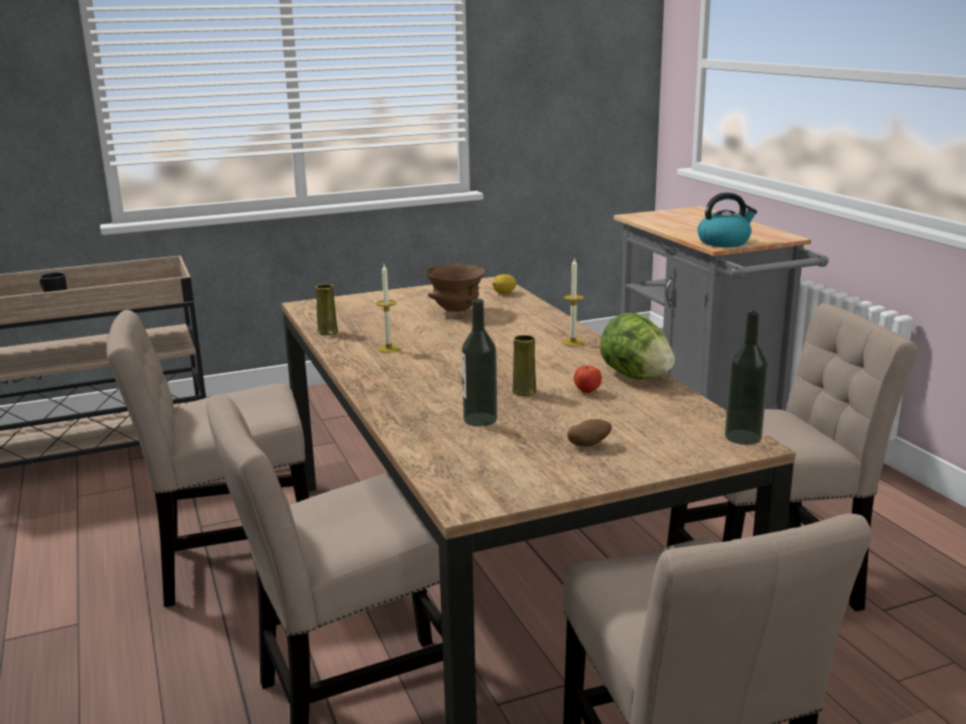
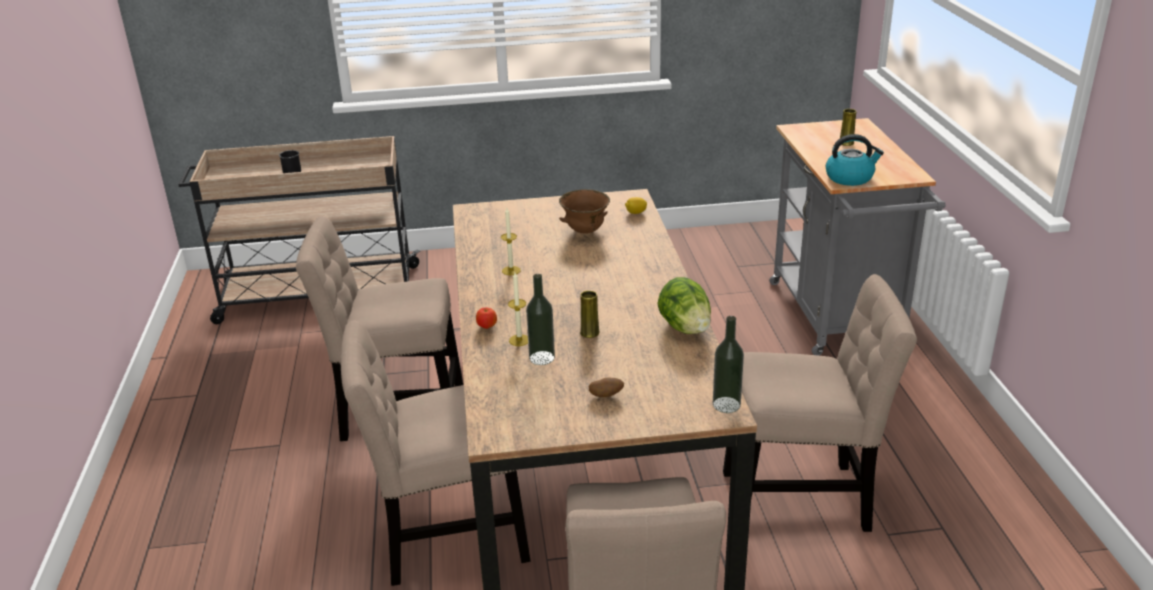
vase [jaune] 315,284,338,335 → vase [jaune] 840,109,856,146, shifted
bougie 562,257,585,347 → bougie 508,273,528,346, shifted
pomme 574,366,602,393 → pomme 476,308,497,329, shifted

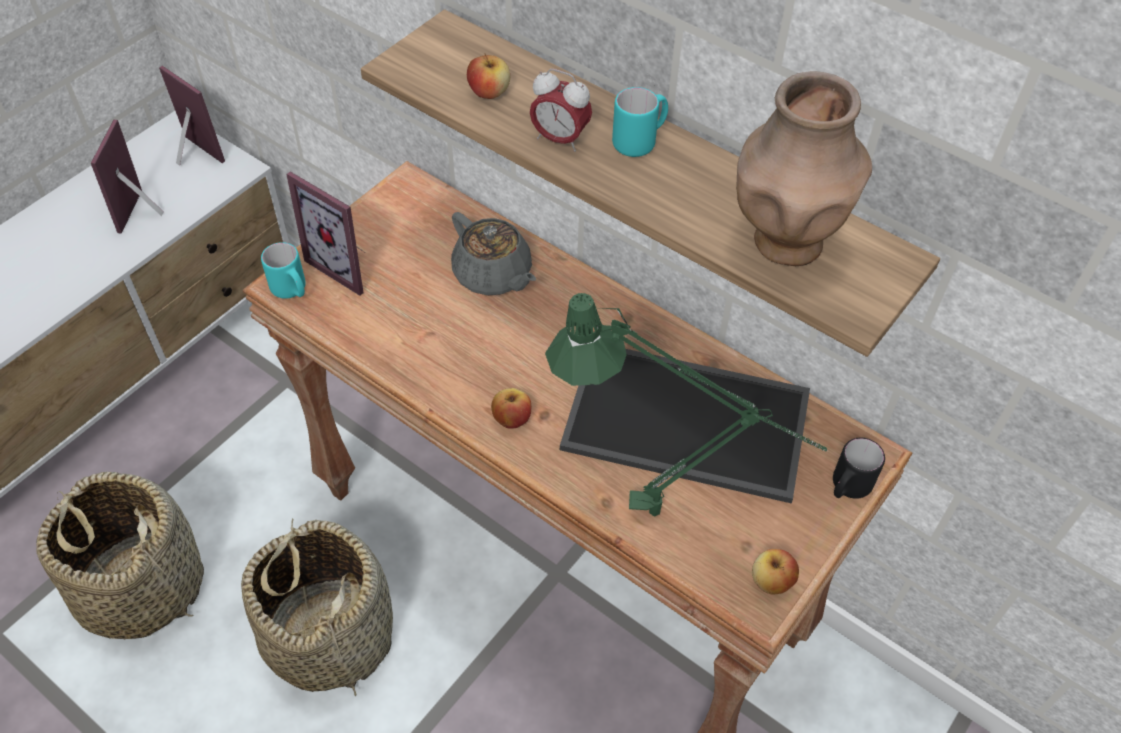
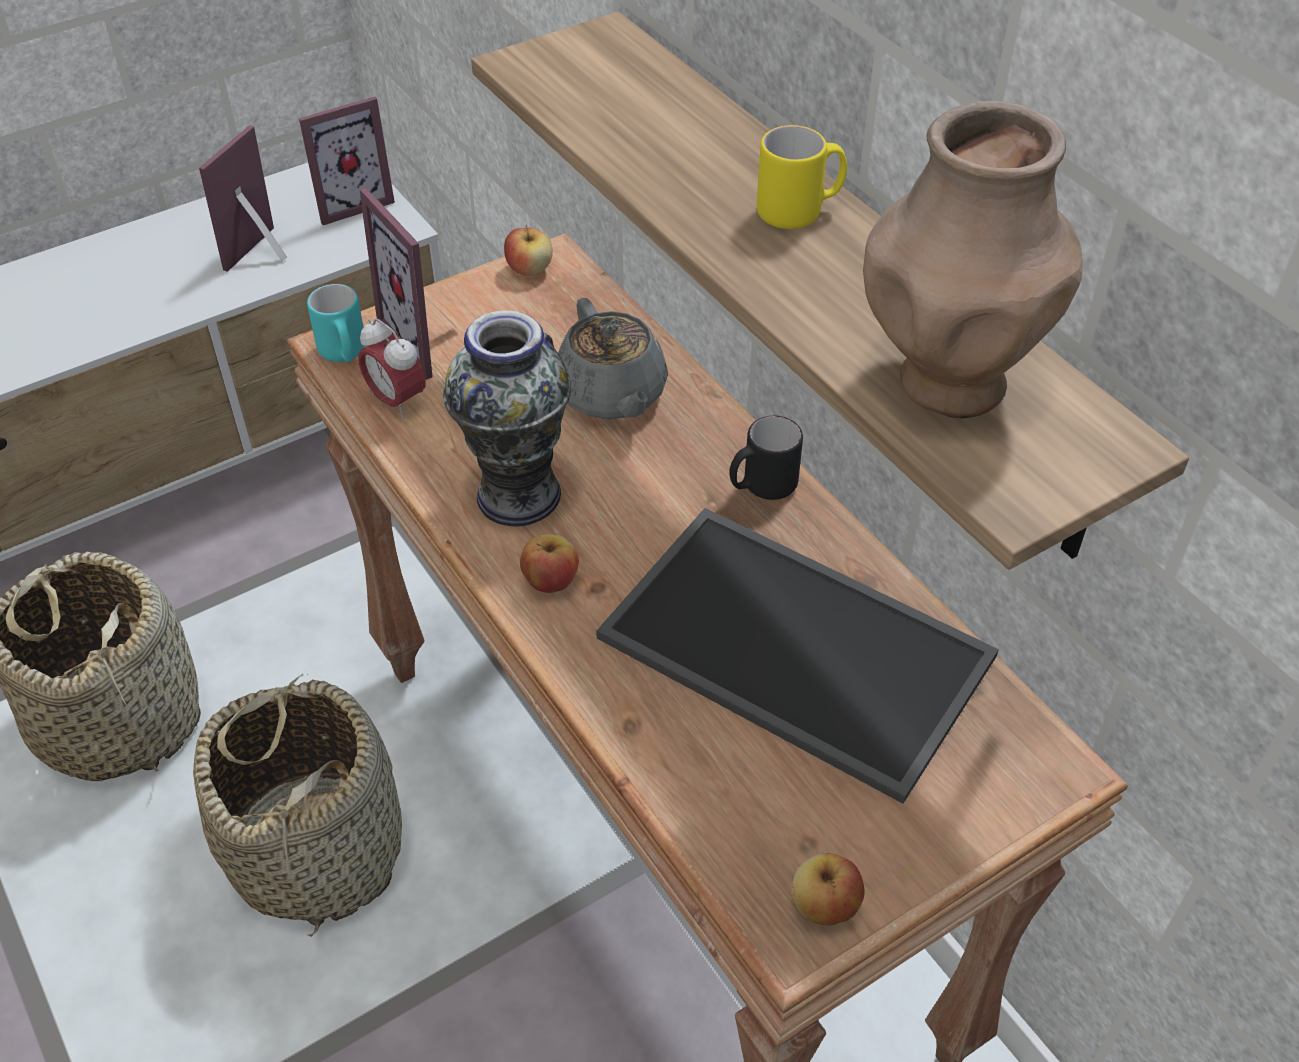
cadre photo 159,66,225,166 → cadre photo 299,97,395,225, 90 degrees clockwise
pomme 467,53,510,99 → pomme 504,225,553,276, shifted
réveil 530,69,592,152 → réveil 358,318,426,419, shifted
lampe de table [vert] 545,293,828,517 → -
mug [turquoise] 612,87,668,157 → mug [jaune] 757,125,847,229
mug [noir] 833,438,885,499 → mug [noir] 729,416,803,500, shifted
- → vase 443,310,571,527

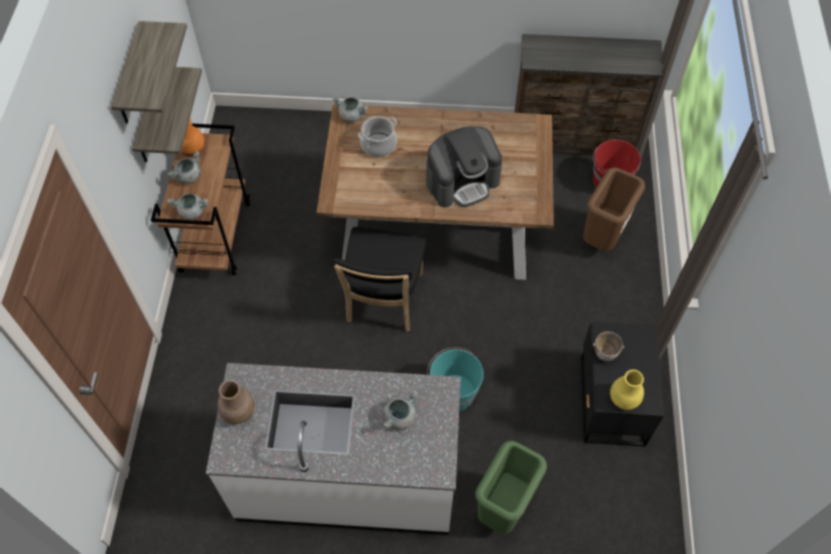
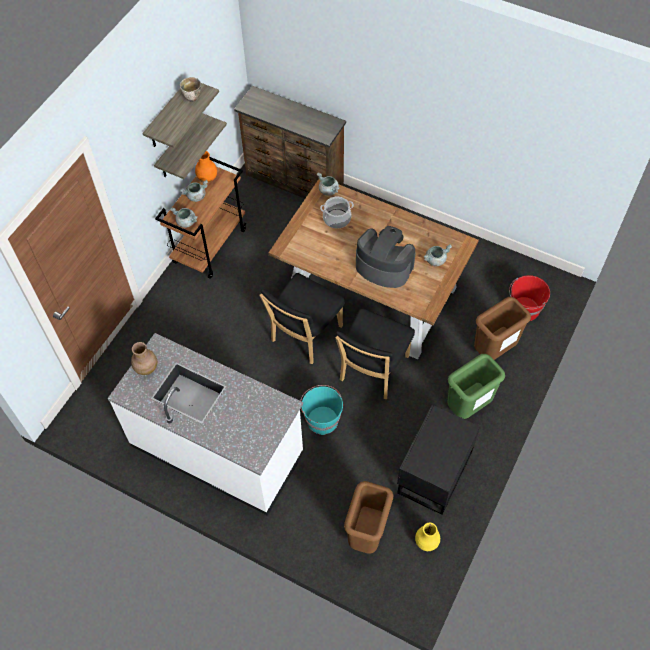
marmite [gris] 383,390,418,430 → marmite [gris] 424,244,452,266, shifted
machine à café 426,126,502,208 → machine à café 356,226,416,288, 150 degrees counterclockwise
poubelle [vert] 475,441,547,534 → poubelle [vert] 448,354,505,419, shifted
commode [marron] 514,34,664,156 → commode [marron] 234,86,346,199, shifted
bol 593,331,624,362 → bol 180,77,201,102, shifted
vase [jaune] 610,370,644,410 → vase [jaune] 415,523,440,551, shifted
- → chaise [noir] 336,309,415,399
- → poubelle [marron] 344,481,393,554

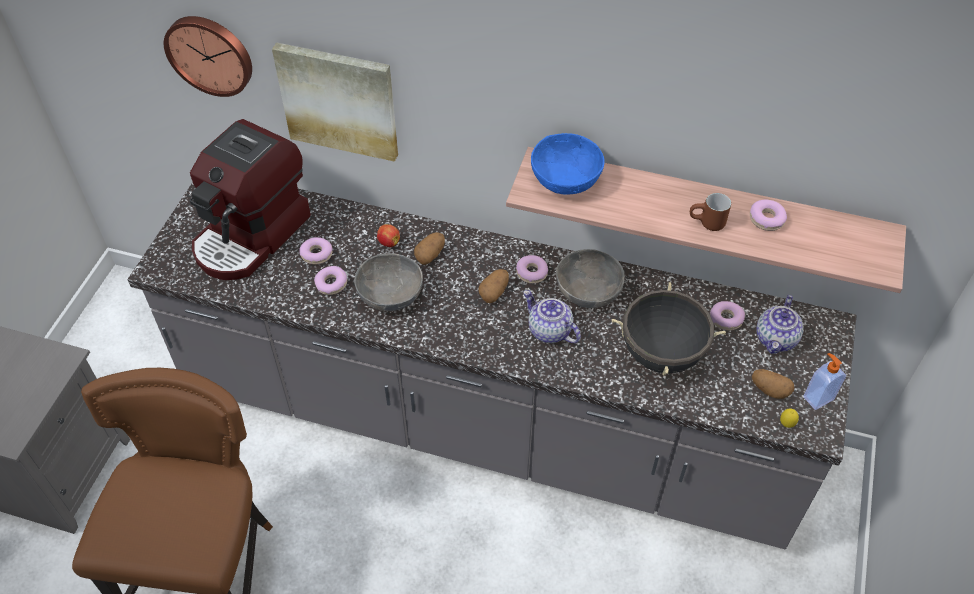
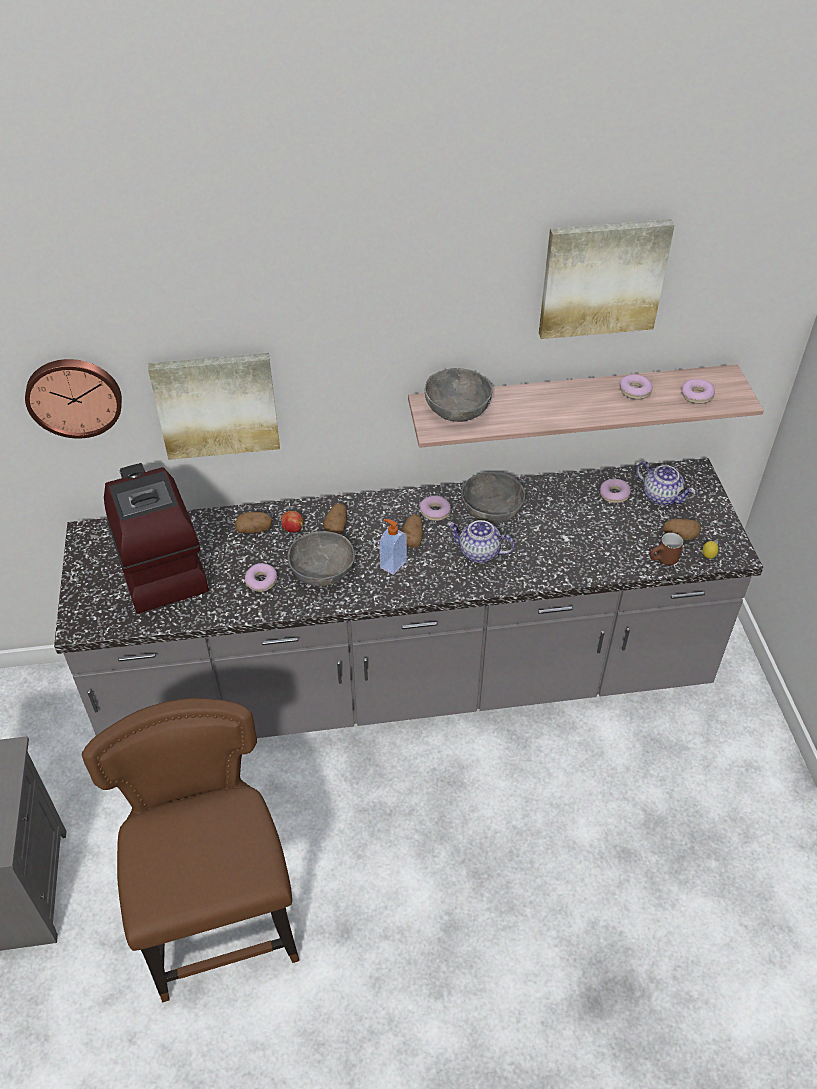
machine à café 189,119,311,280 → machine à café 104,463,209,614, 150 degrees clockwise
beignet 299,237,333,265 → beignet 682,379,715,404, shifted
bol [bleu] 531,133,604,195 → bol [gris] 425,368,493,422
marmite [noir] 612,282,726,376 → -
mug [marron] 690,193,731,231 → mug [marron] 650,533,683,565, shifted
théière 756,295,804,354 → théière 636,461,695,506, 45 degrees counterclockwise
distributeur de savon 803,353,846,410 → distributeur de savon 379,519,407,575, shifted
- → pomme de terre 235,512,273,534
- → tableau 539,219,675,339

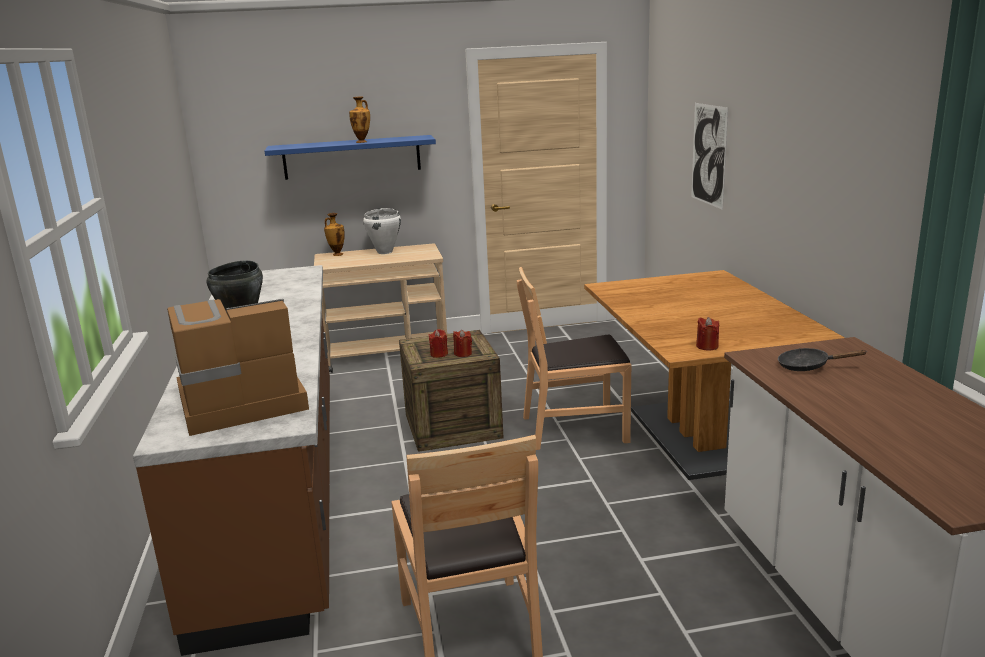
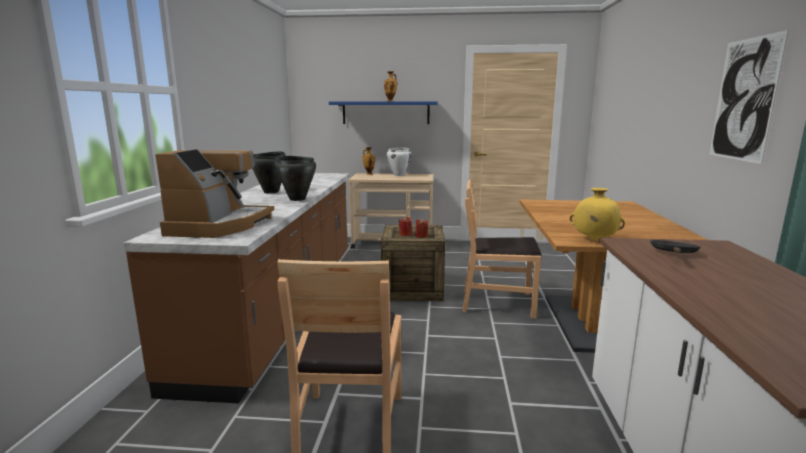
machine à café 167,299,309,436 → machine à café 155,149,274,238, 105 degrees clockwise
tableau 691,103,728,210 → tableau 709,30,788,164, shifted
bougie [rouge] 696,317,719,351 → vase [jaune] 569,188,625,240
poêle [noir] 778,348,868,371 → poêle [noir] 650,240,701,253, 90 degrees clockwise
- → marmite [noir] 275,156,316,201

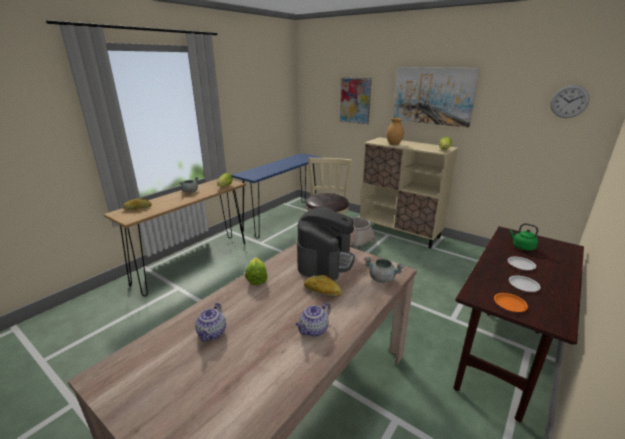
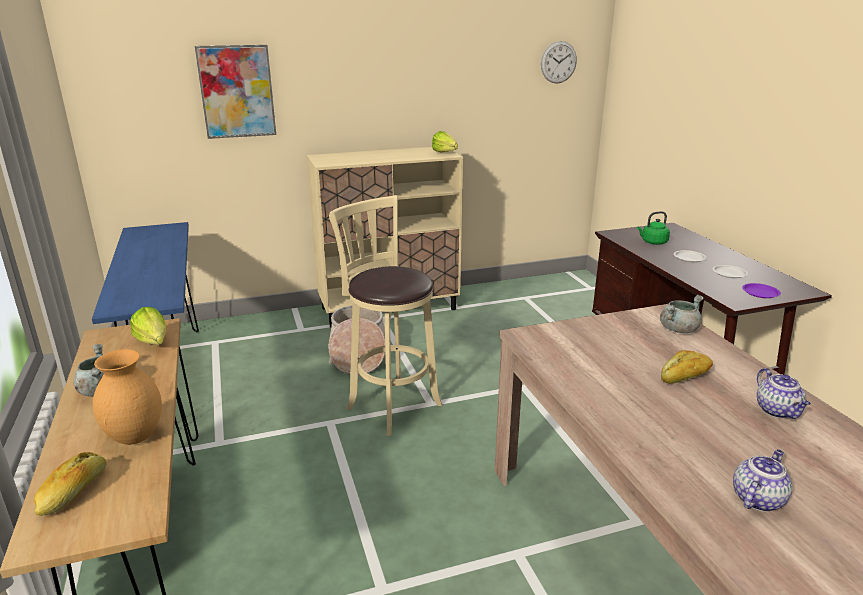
théière 195,303,226,342 → théière 733,449,793,512, 90 degrees counterclockwise
laitue 245,257,268,285 → -
machine à café 297,207,355,280 → -
vase [marron] 386,118,404,145 → vase [marron] 93,349,162,445, shifted
tableau 393,67,480,127 → -
assiette [orange] 494,293,528,312 → assiette [violet] 742,283,781,298

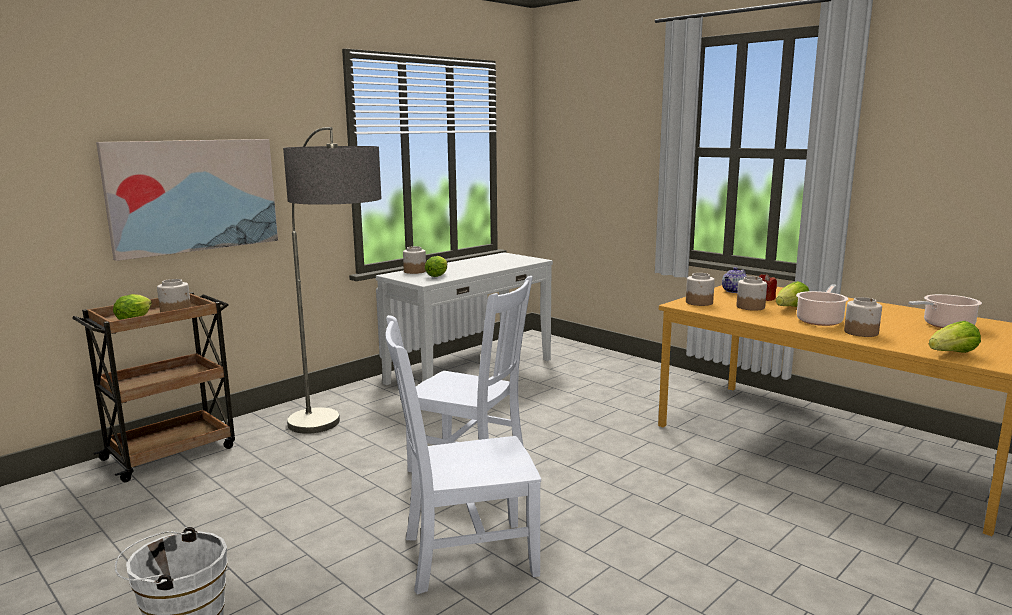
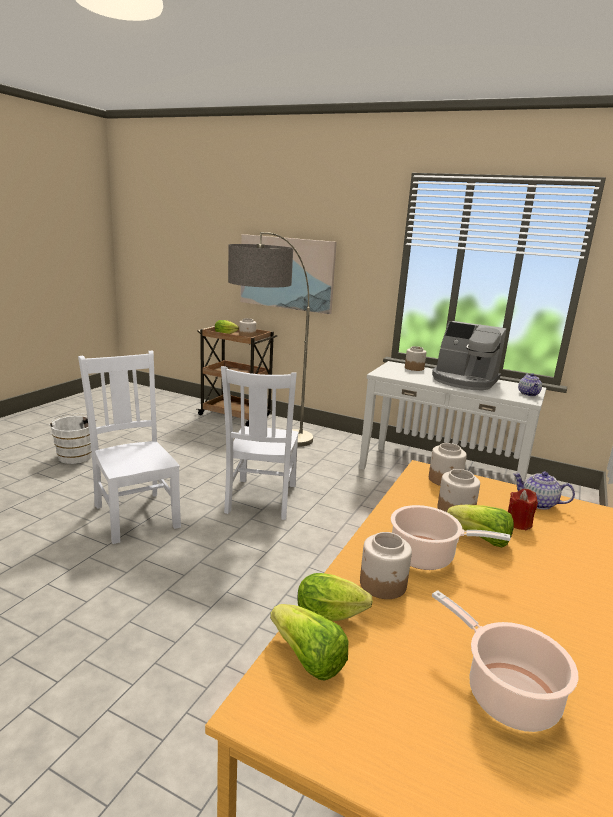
laitue 425,256,447,277 → laitue 297,573,373,621, shifted
- → machine à café 432,321,506,390
- → théière 518,373,542,396

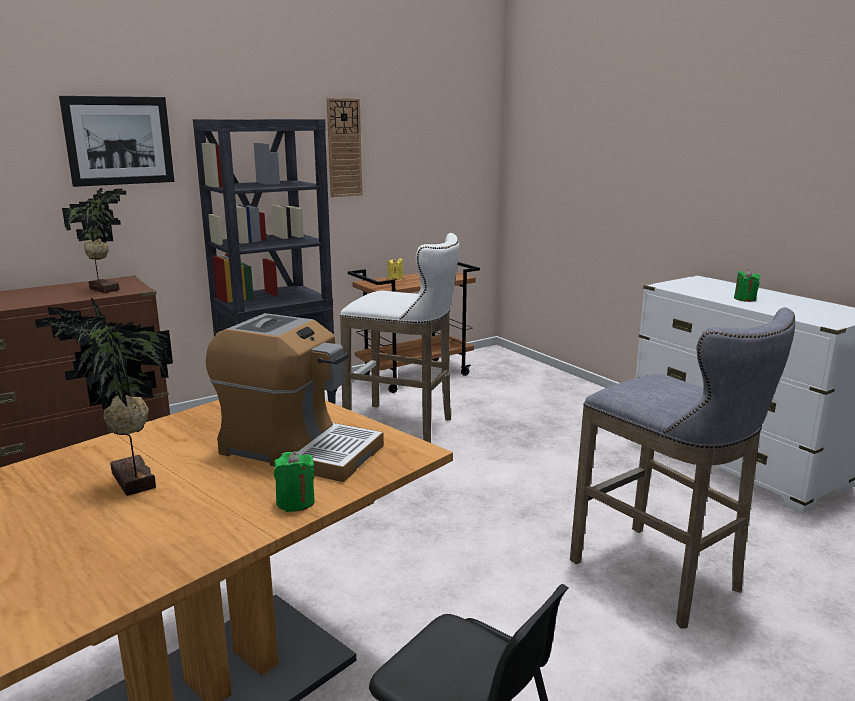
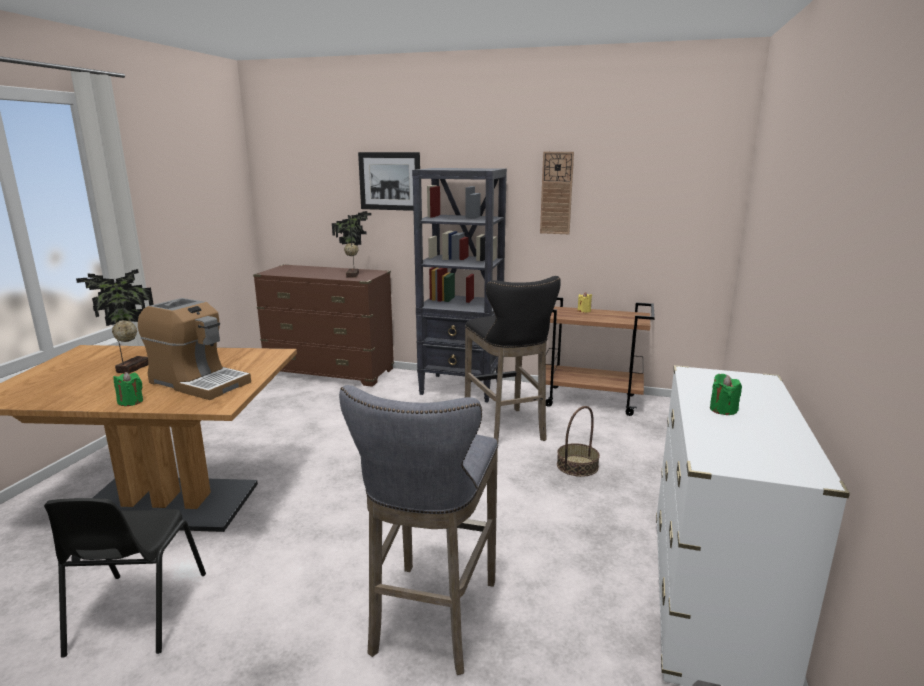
machine à café 206,313,384,482 → machine à café 138,298,251,400, 45 degrees counterclockwise
tabouret [blanc] 340,233,459,443 → tabouret [noir] 465,276,561,444
- → panier 557,406,600,477

